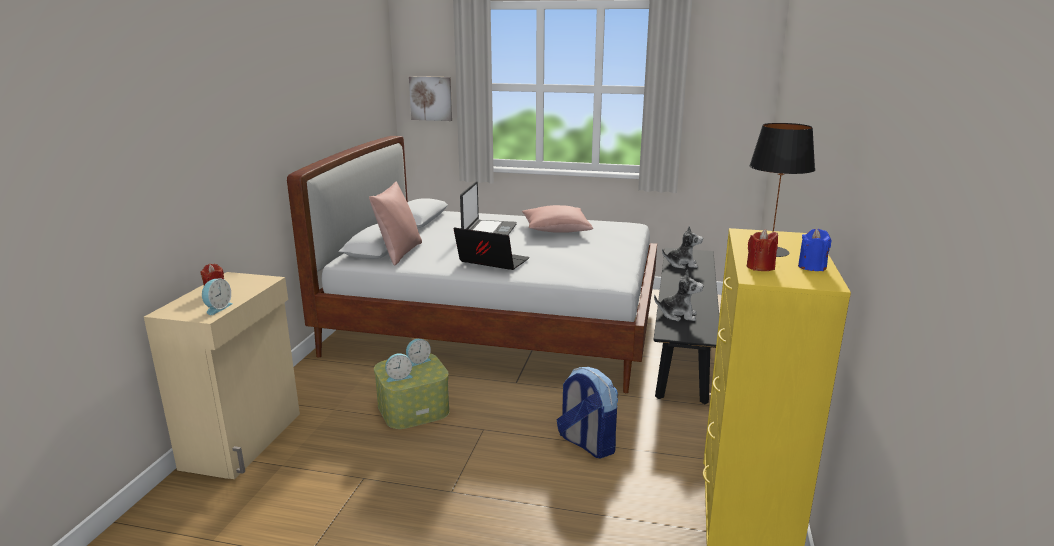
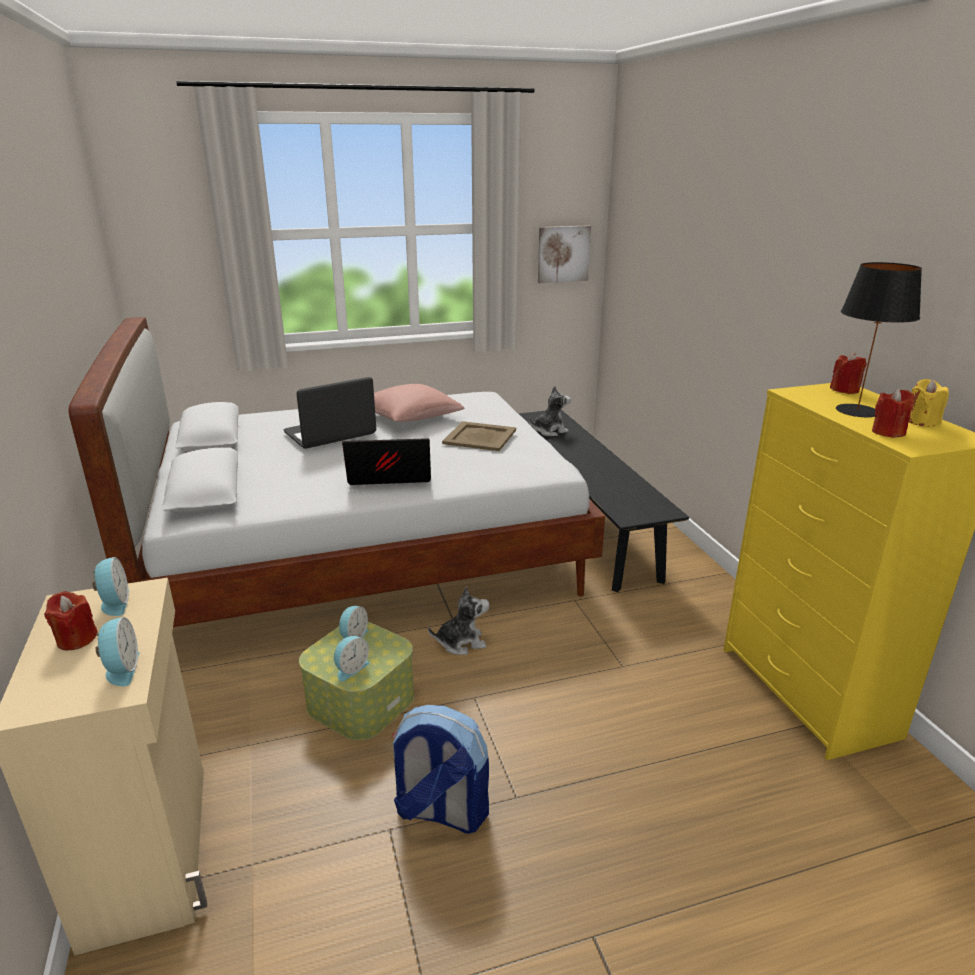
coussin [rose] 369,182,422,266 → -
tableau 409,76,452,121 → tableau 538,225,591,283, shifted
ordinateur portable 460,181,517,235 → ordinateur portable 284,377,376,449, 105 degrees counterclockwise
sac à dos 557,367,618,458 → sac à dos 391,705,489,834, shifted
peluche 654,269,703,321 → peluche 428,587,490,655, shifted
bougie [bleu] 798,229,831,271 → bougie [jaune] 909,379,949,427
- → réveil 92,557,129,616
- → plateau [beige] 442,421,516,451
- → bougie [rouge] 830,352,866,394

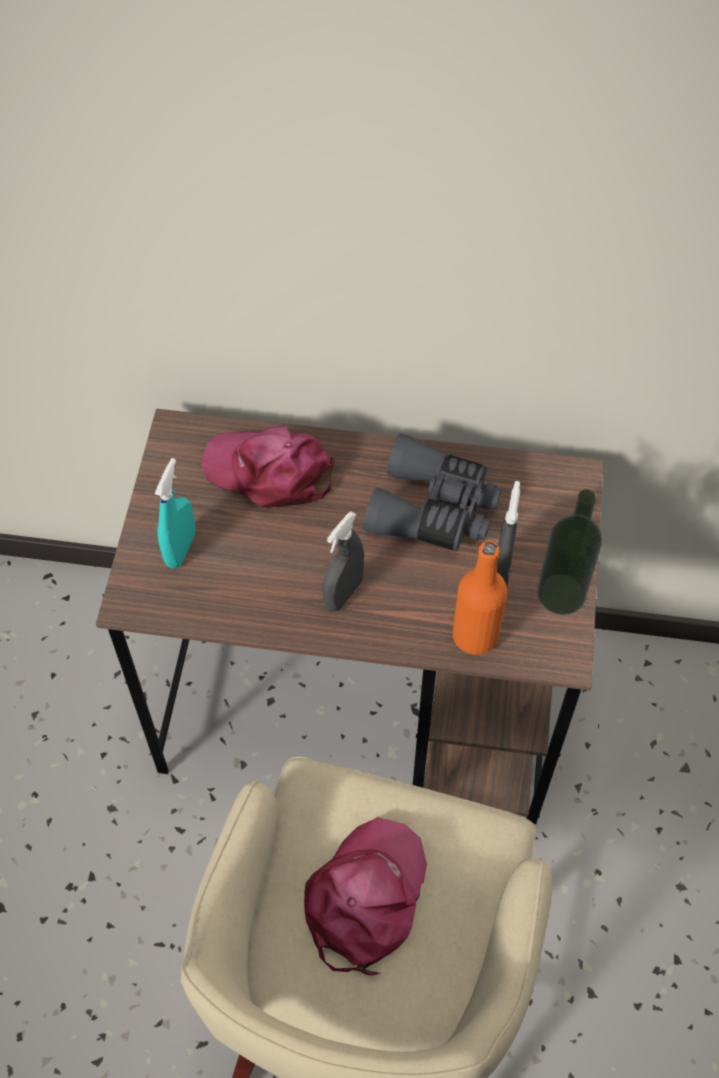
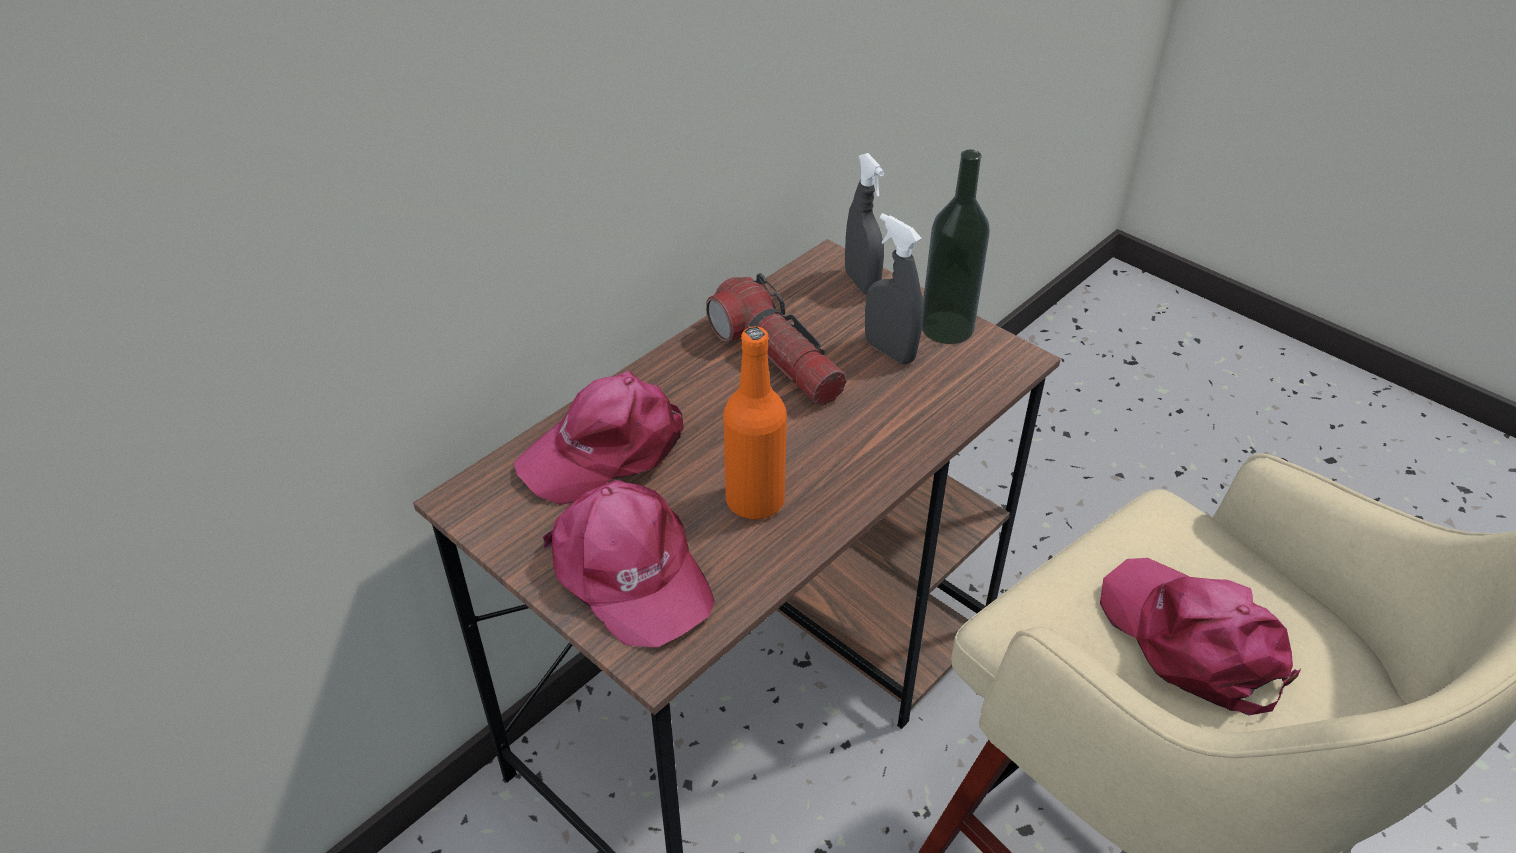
vaporisateur [turquoise] 155,458,195,568 → casquette [rose] 543,480,715,648
vaporisateur [gris] 322,511,364,612 → vaporisateur [gris] 845,153,884,295, shifted
jumelles [gris] 363,433,502,551 → lampe de poche 706,273,847,406
bouteille [orange] 452,541,507,655 → bouteille [orange] 723,326,787,520, shifted

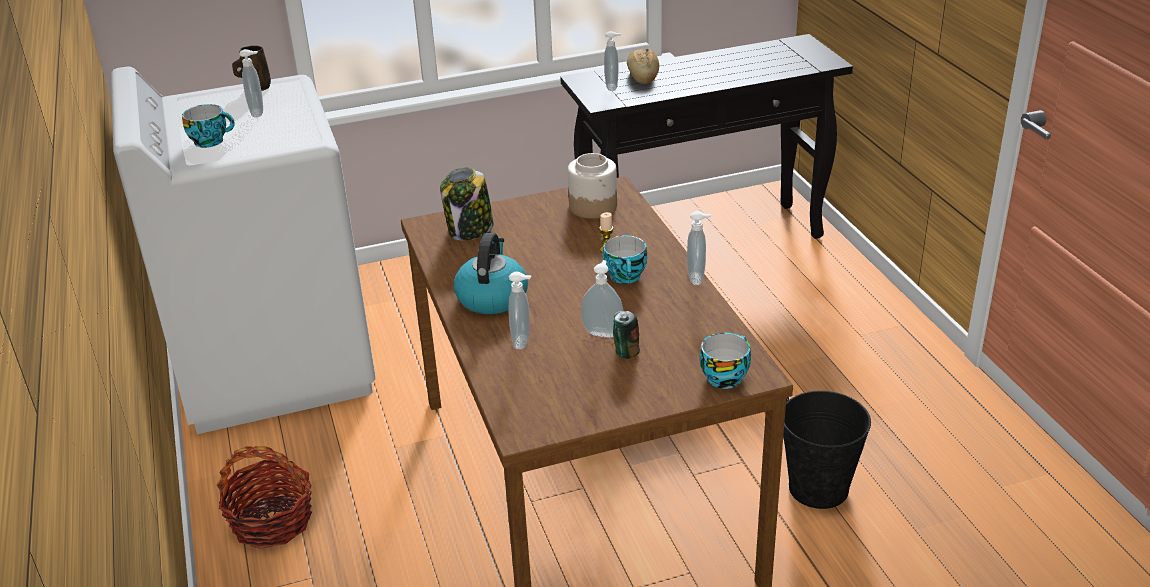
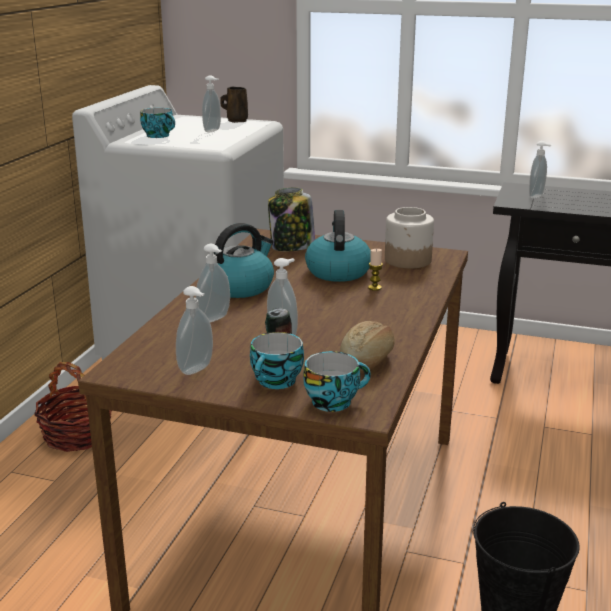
tasse 602,235,647,284 → tasse 250,332,304,389, shifted
pain 627,49,659,84 → pain 340,321,395,373, shifted
distributeur de savon 687,211,712,285 → distributeur de savon 176,286,213,375, shifted
- → bouilloire 305,210,371,282

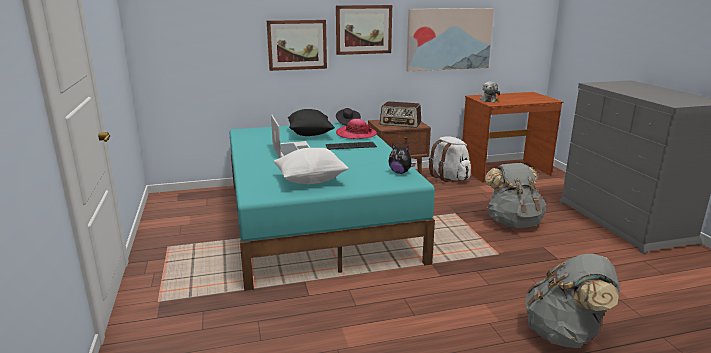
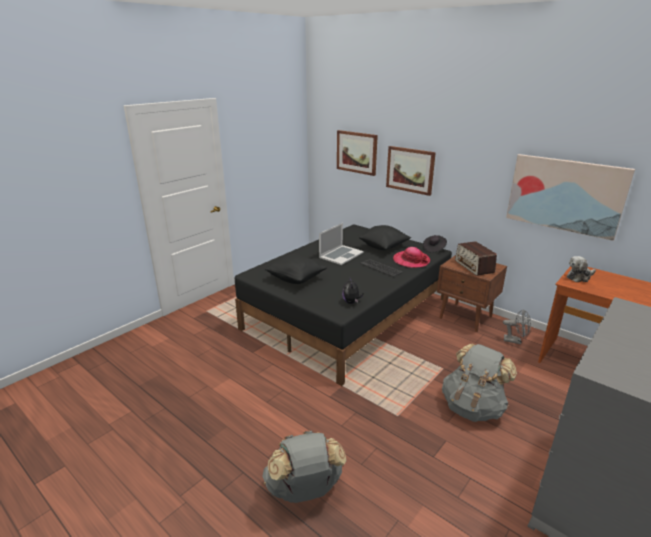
lit [turquoise] 229,122,435,291 → lit [noir] 235,224,452,386
coussin [blanc] 274,148,348,184 → coussin [noir] 264,254,327,284
tableau 336,5,392,55 → tableau 337,130,378,176, shifted
sac à dos [blanc] 429,136,471,182 → ventilateur [gris] 503,309,531,344

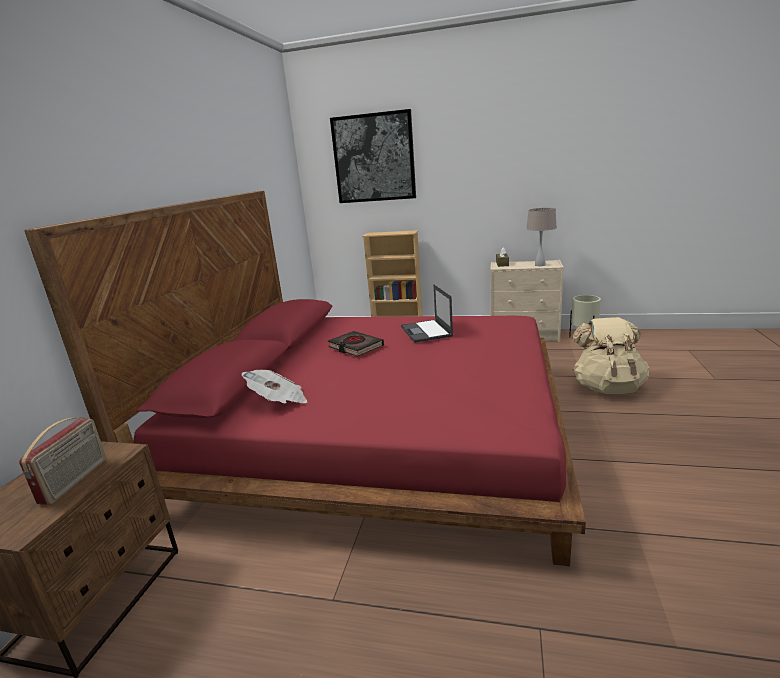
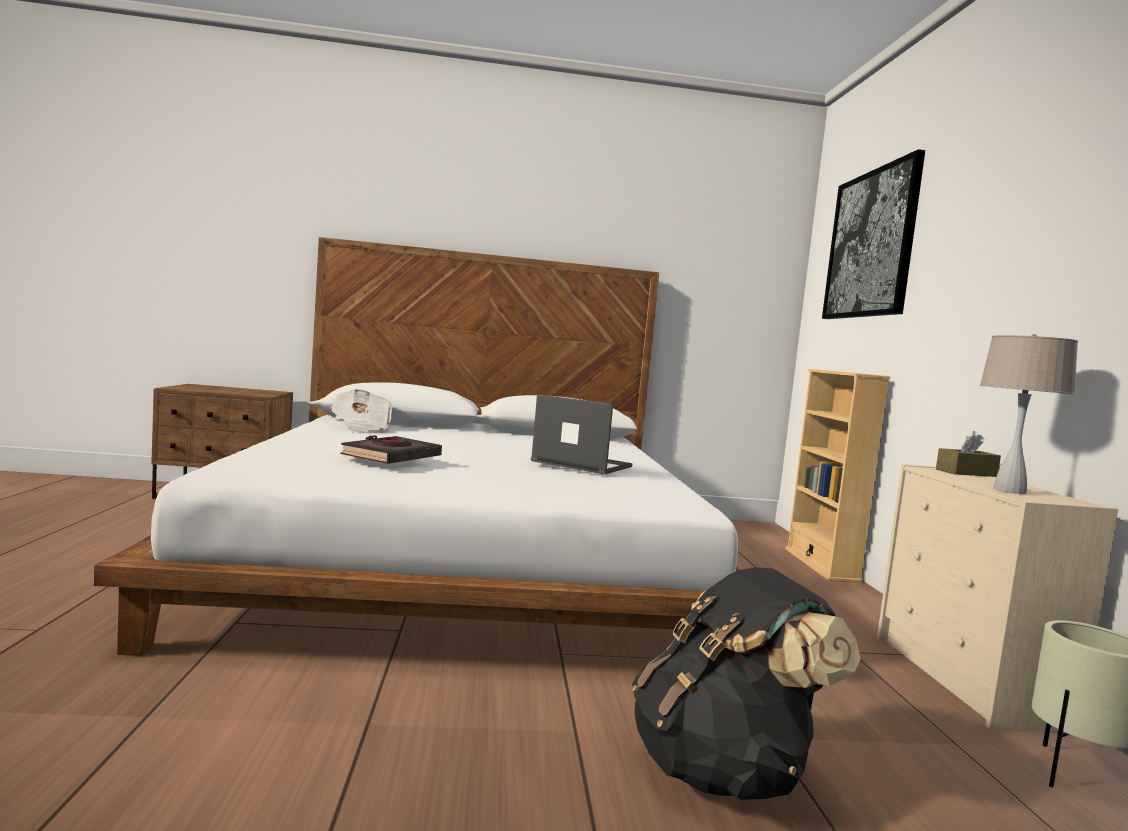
radio 19,417,106,505 → -
lit [rouge] 24,191,586,566 → lit [blanc] 94,237,740,656
livre [noir] 328,331,384,357 → livre [noir] 340,435,442,464, shifted
ordinateur portable 401,285,453,343 → ordinateur portable 531,394,633,475, 60 degrees clockwise
sac à dos [beige] 572,317,649,394 → sac à dos [noir] 632,567,861,800

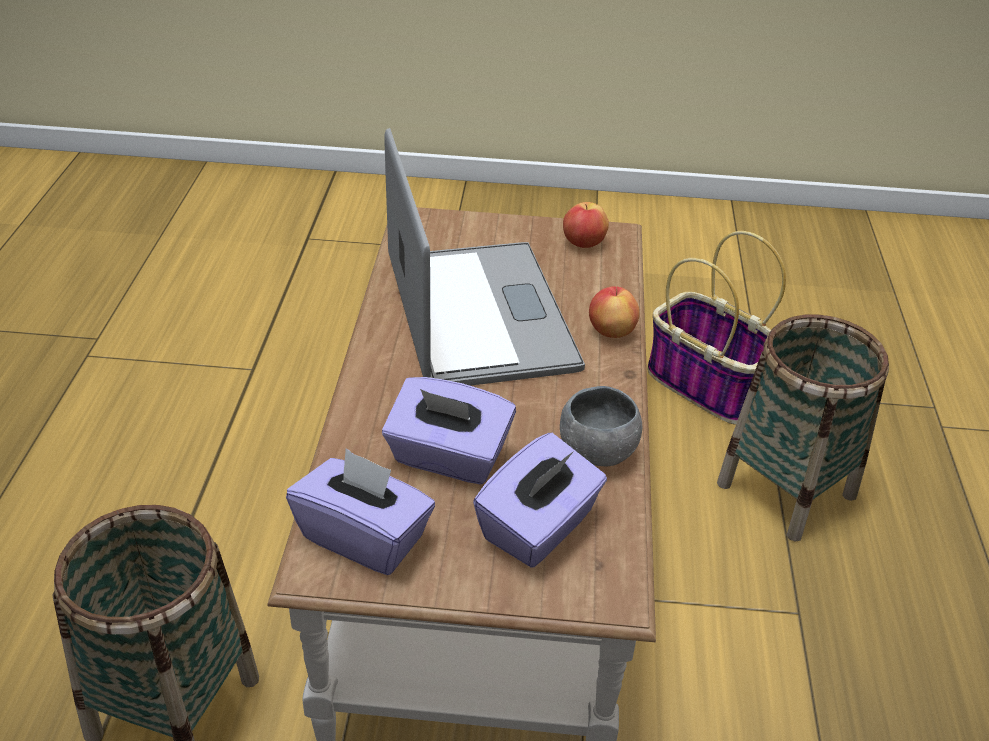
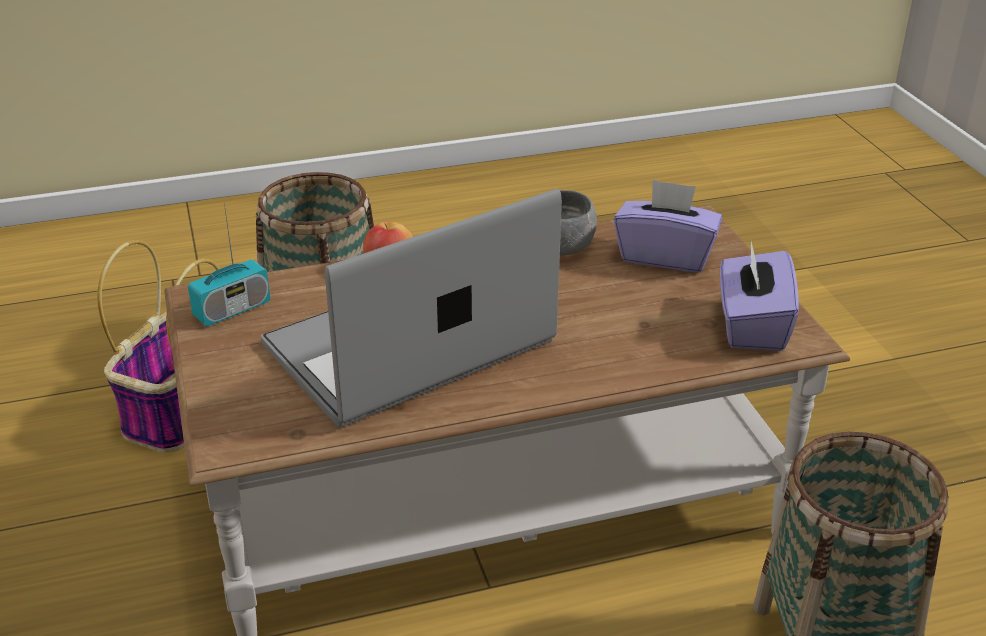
boîte à mouchoirs [violet] 382,377,516,485 → -
pomme 563,202,609,248 → radio 188,204,270,327

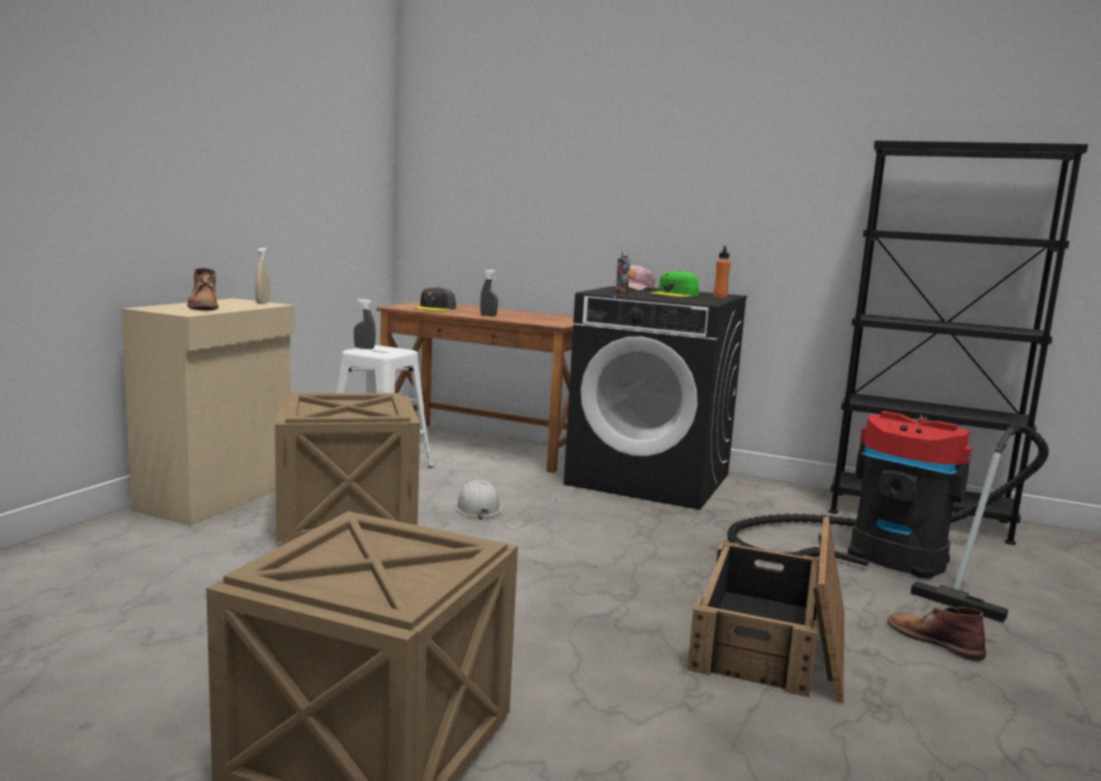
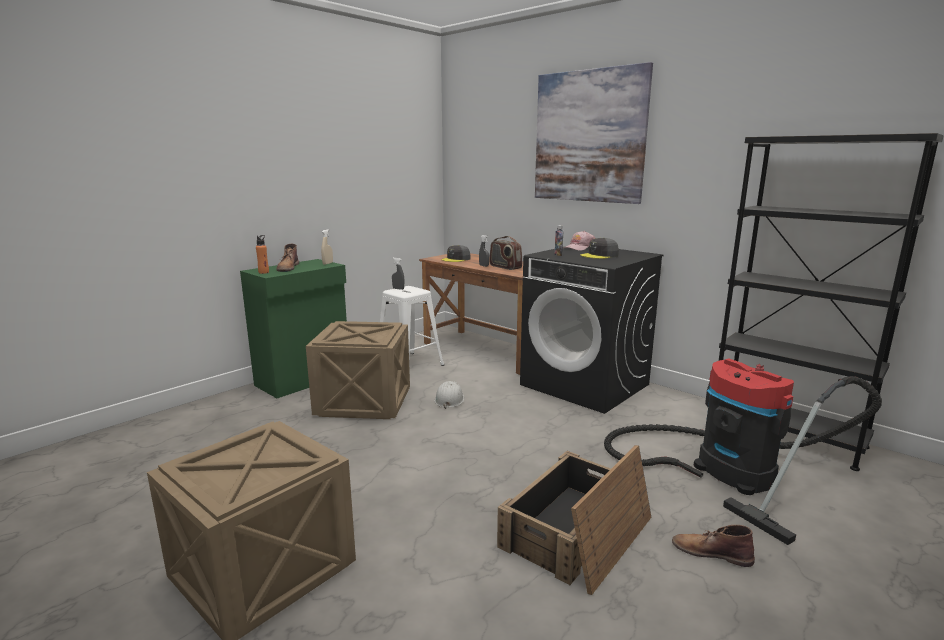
meuble de rangement [beige] 122,298,295,526 → meuble de rangement [vert] 240,259,347,398
casquette [vert] 650,270,699,297 → casquette [gris] 580,238,619,259
bouteille [orange] 713,246,731,298 → bouteille [orange] 256,235,269,274, shifted
botte [marron] 887,607,986,661 → botte [marron] 672,525,755,567, 45 degrees counterclockwise
- → radio 489,236,522,270
- → tableau 535,62,653,204

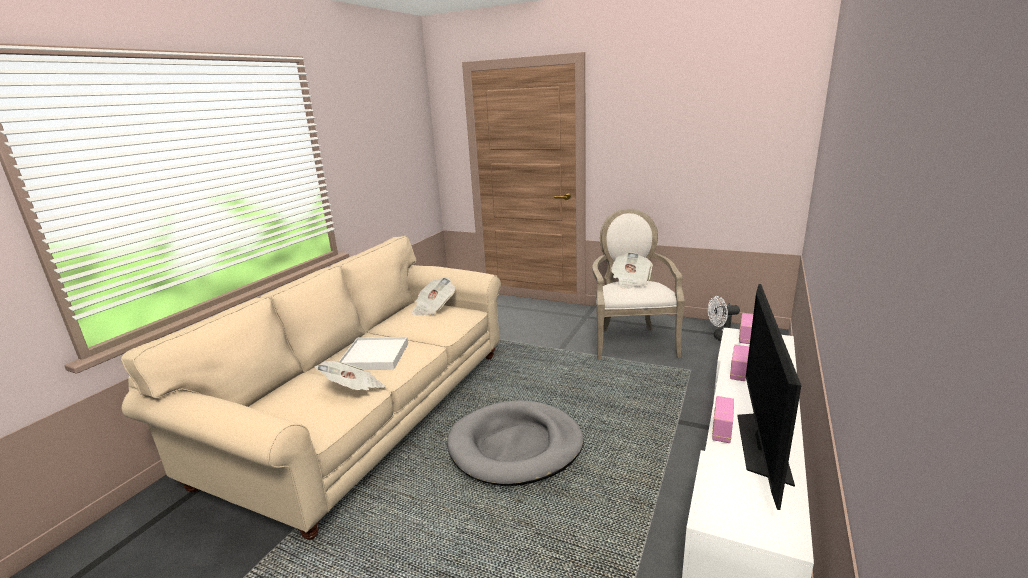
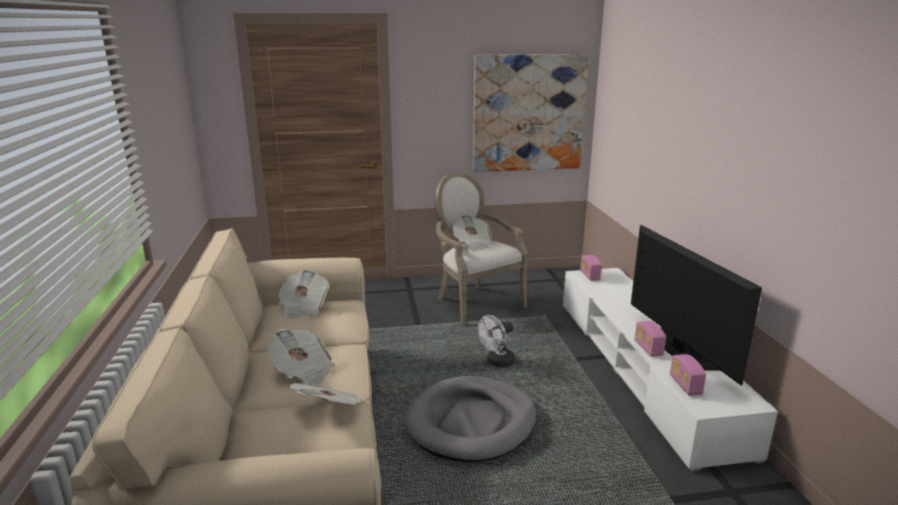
plateau [blanc] 339,337,408,370 → journal 267,329,335,386
ventilateur [blanc] 708,296,740,341 → ventilateur [blanc] 478,315,515,367, shifted
radio 730,345,749,381 → radio 670,354,706,396, shifted
- → tableau 473,54,589,172

